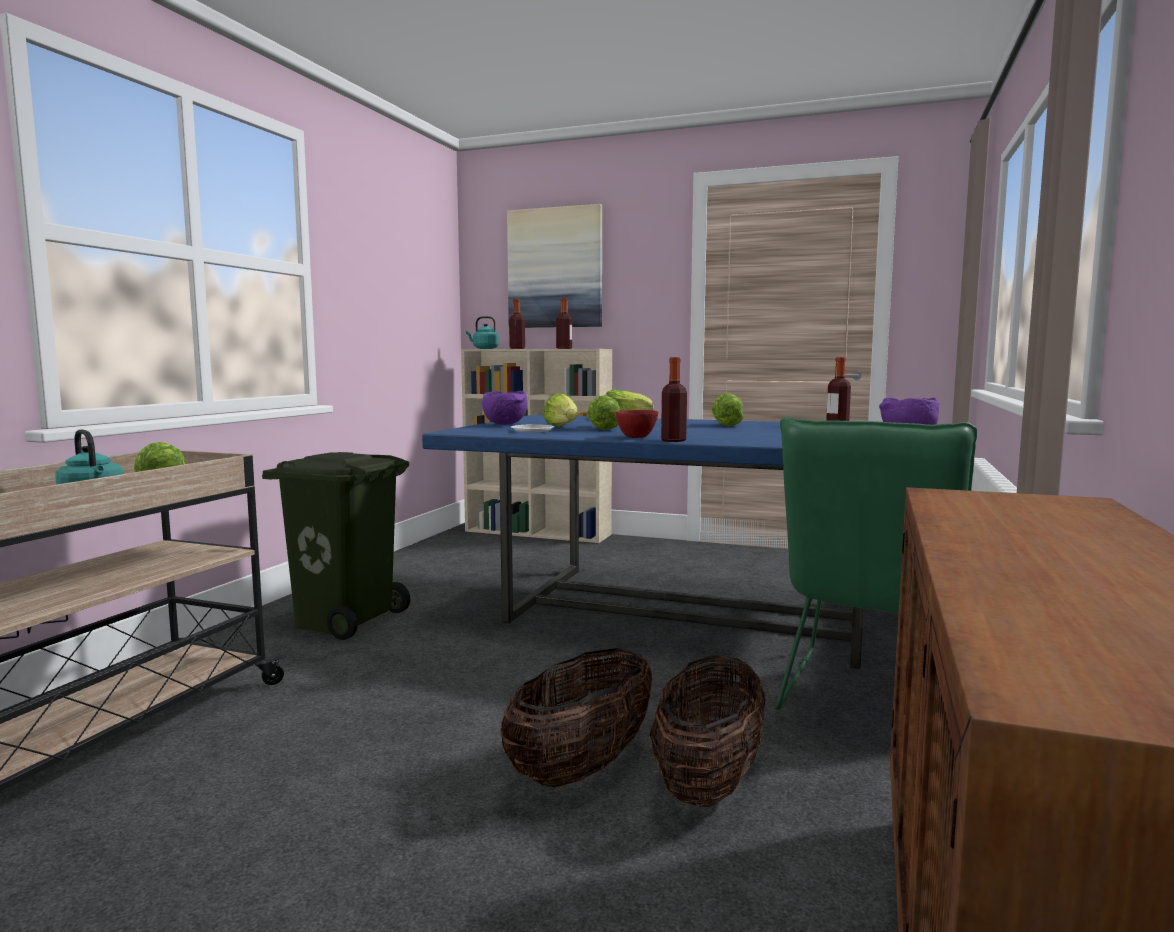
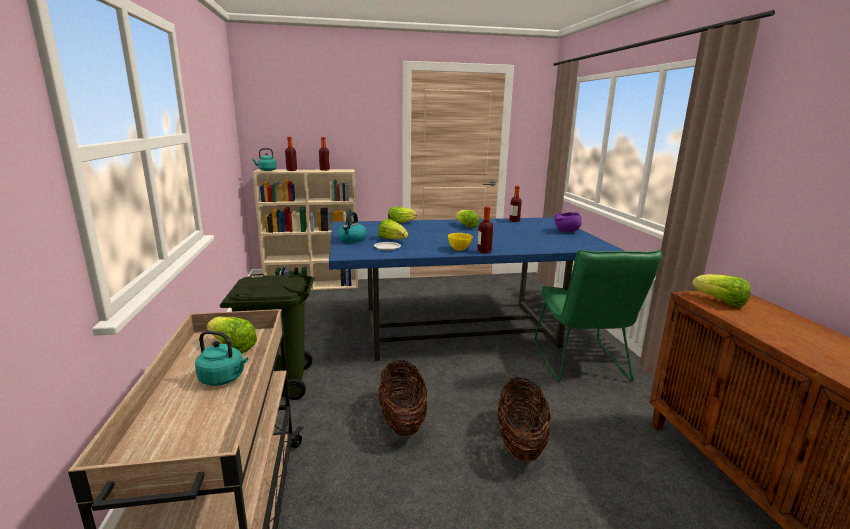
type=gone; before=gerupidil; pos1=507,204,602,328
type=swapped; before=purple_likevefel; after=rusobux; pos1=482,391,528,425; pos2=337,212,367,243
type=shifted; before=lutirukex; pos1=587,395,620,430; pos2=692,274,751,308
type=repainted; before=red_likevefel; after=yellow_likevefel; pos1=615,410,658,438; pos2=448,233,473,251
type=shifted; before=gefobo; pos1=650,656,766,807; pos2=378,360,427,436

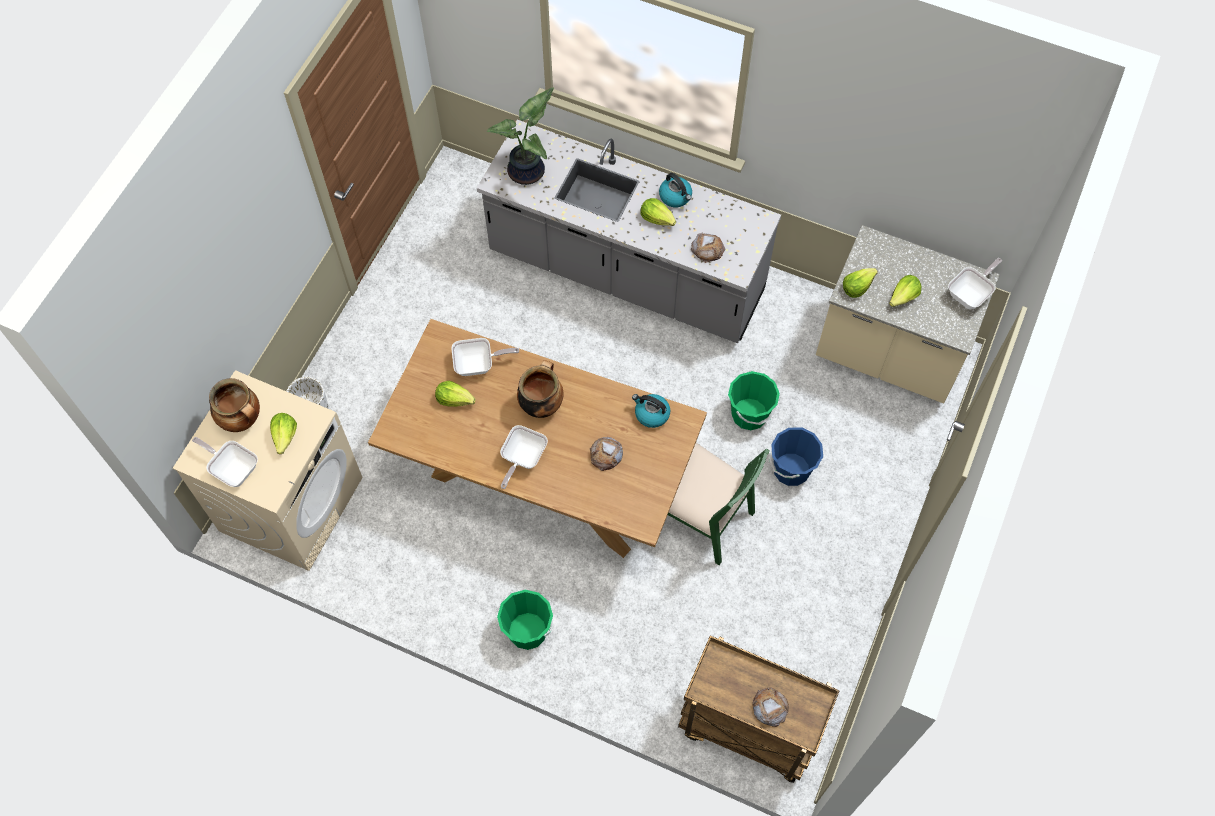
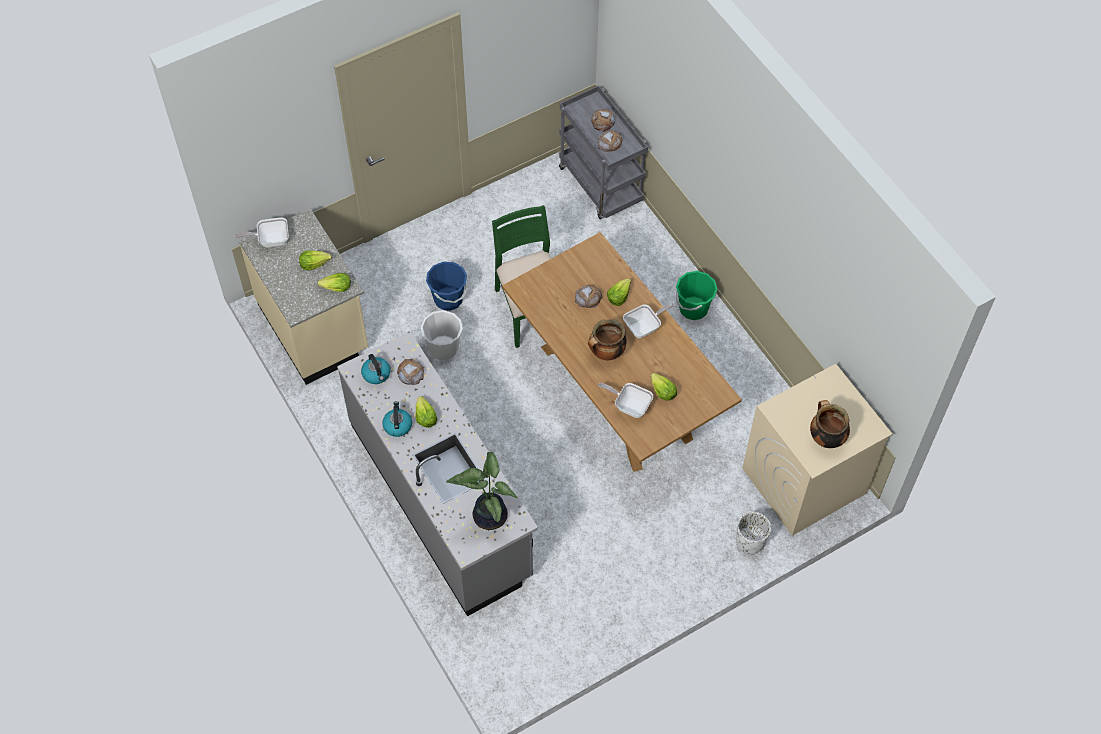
type=repainted; before=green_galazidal; after=white_galazidal; pos1=728,371,780,430; pos2=420,310,463,360
type=shifted; before=rusobux; pos1=632,394,670,428; pos2=361,354,390,384
type=shifted; before=lutirukex; pos1=270,413,297,454; pos2=607,278,631,306
type=gone; before=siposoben; pos1=192,437,258,487
type=repainted; before=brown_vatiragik; after=grey_vatiragik; pos1=678,636,840,783; pos2=559,85,648,219
type=new; after=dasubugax; pos2=598,130,623,152

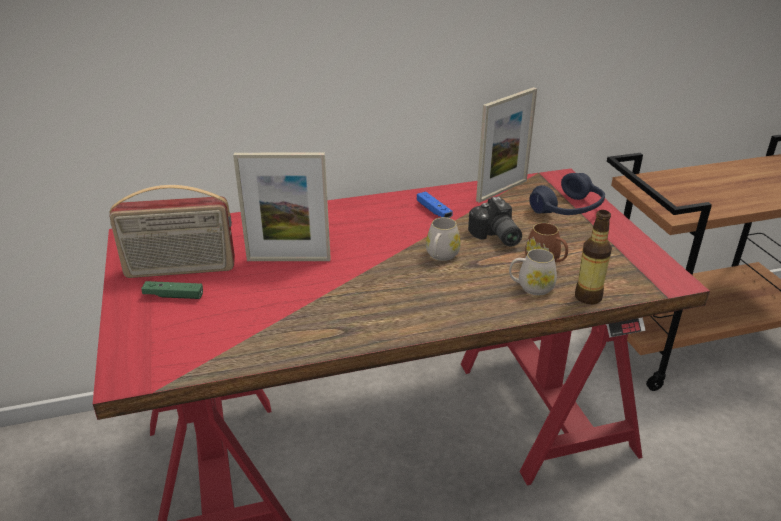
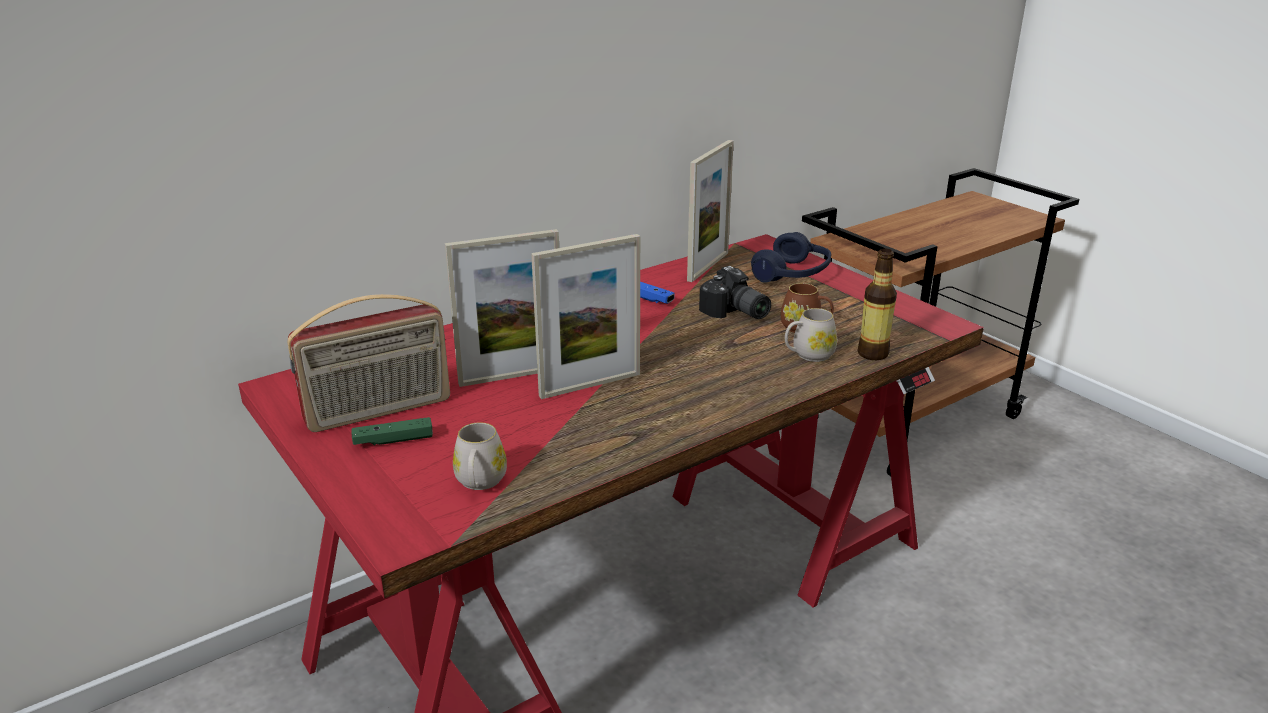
type=shifted; before=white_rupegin; pos1=426,217,461,261; pos2=453,422,507,490
type=new; after=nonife; pos2=531,234,640,399

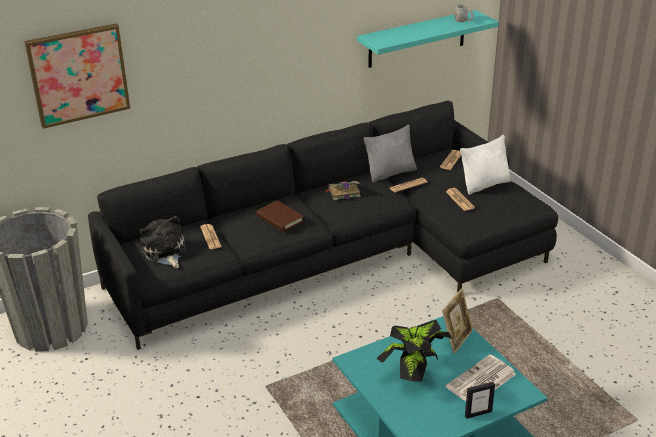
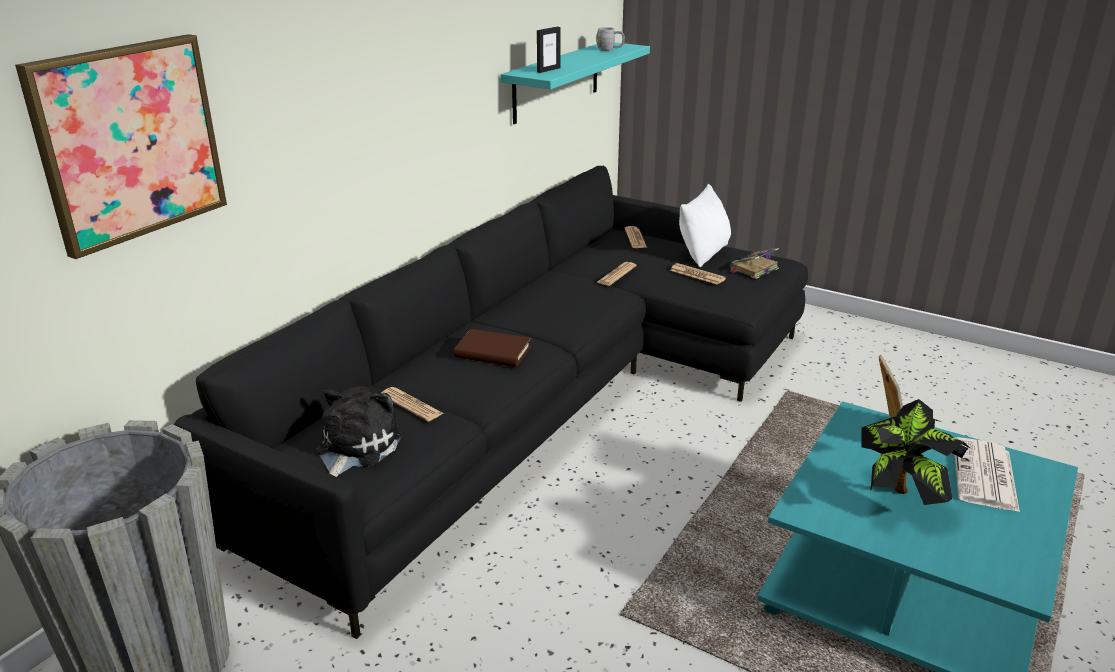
type=gone; before=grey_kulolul; pos1=364,124,417,182
type=shifted; before=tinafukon; pos1=324,181,361,200; pos2=730,248,779,279
type=rotated; before=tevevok; pos1=139,216,187,268; pos2=316,386,402,477; turn=75
type=shifted; before=nonife; pos1=465,382,495,419; pos2=537,27,560,73

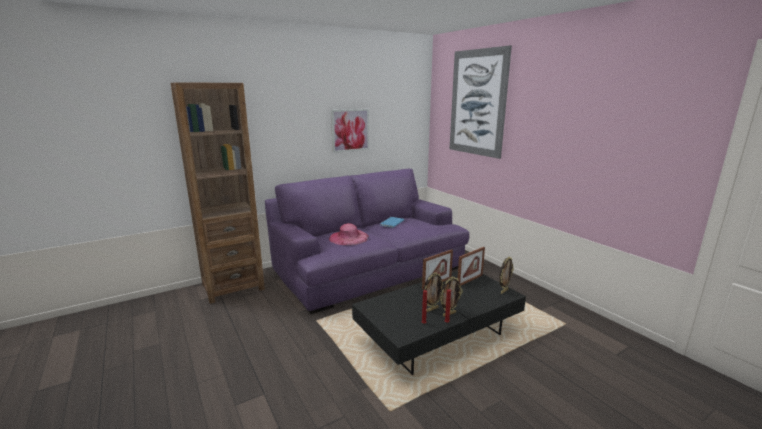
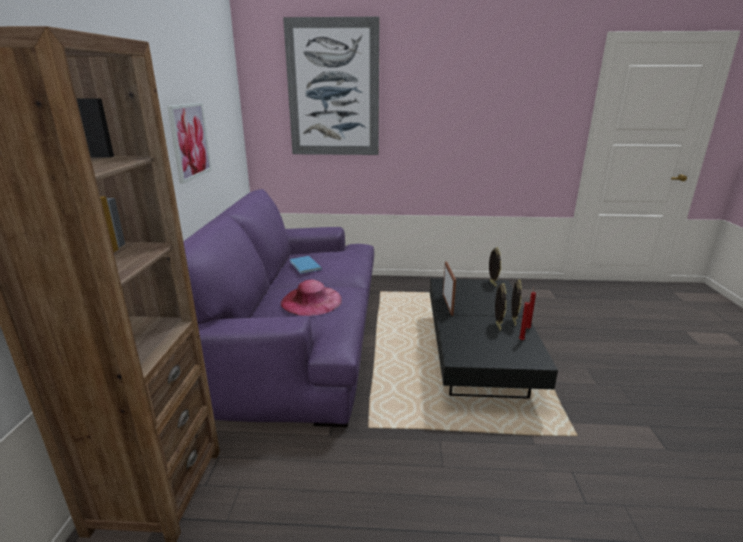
type=gone; before=nonife; pos1=458,247,485,285

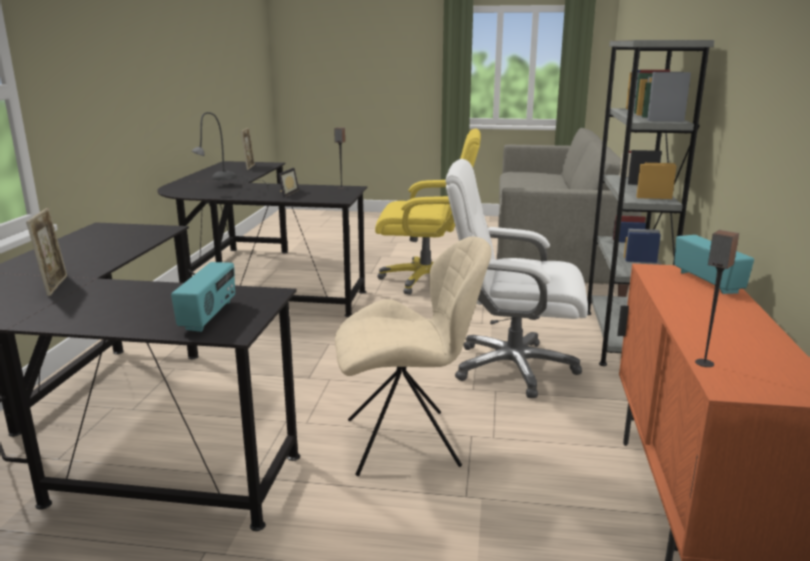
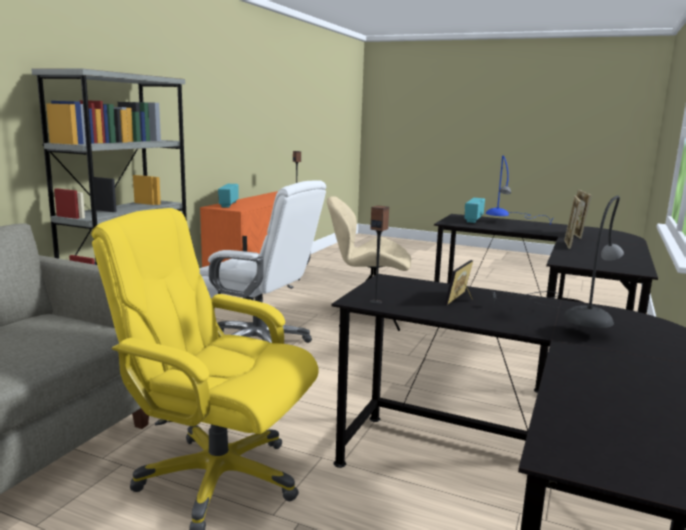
type=shifted; before=nonife; pos1=241,128,255,170; pos2=564,195,581,249
type=new; after=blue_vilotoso; pos2=486,156,553,225

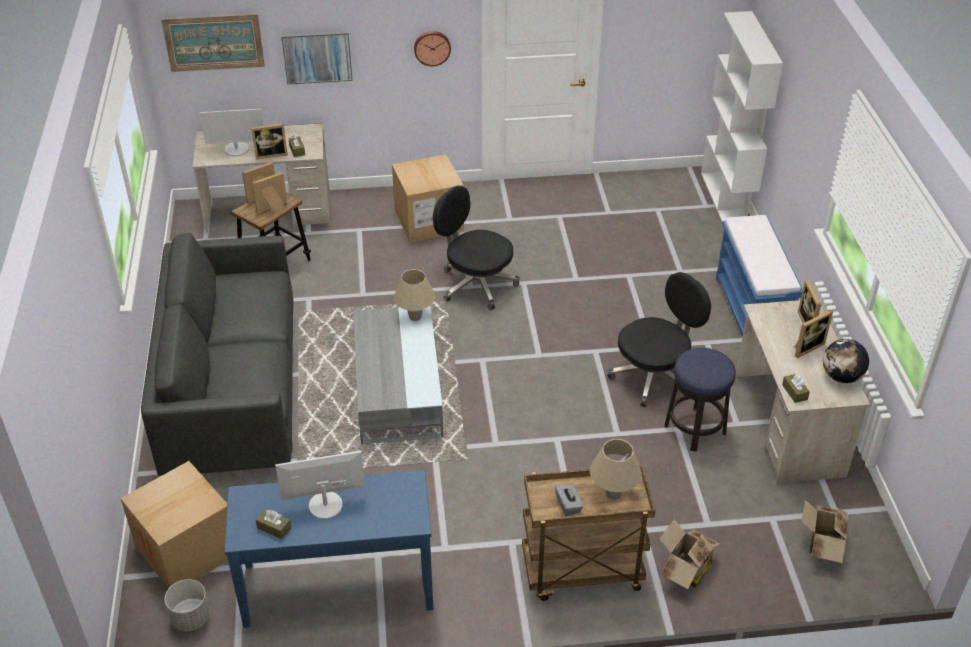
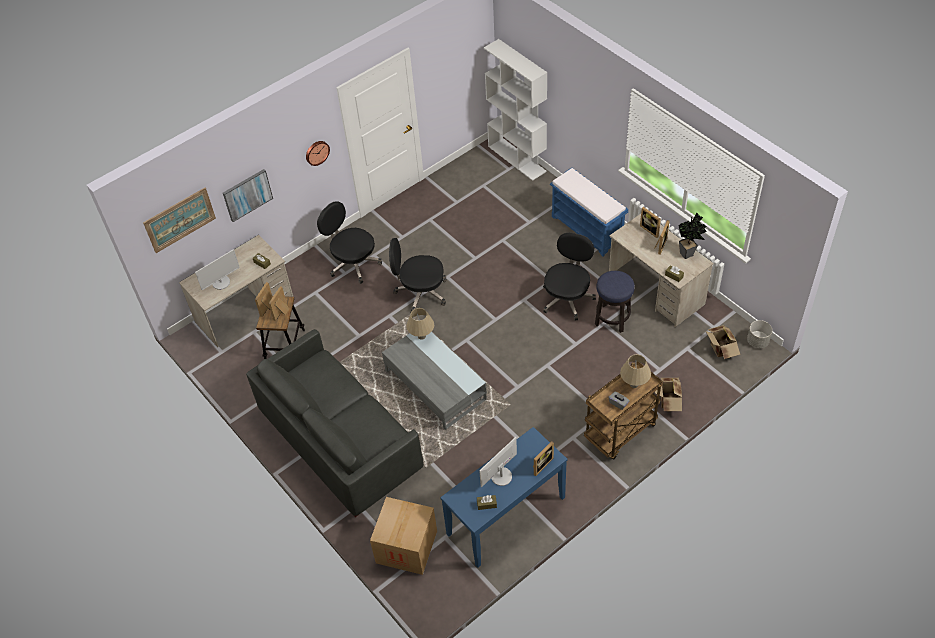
type=shifted; before=nonife; pos1=251,123,288,159; pos2=533,441,554,476
type=swapped; before=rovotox; after=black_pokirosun; pos1=392,154,464,242; pos2=317,201,382,284
type=swapped; before=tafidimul; after=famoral; pos1=823,339,869,383; pos2=678,213,707,259
type=shifted; before=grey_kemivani; pos1=165,579,210,631; pos2=747,320,772,348

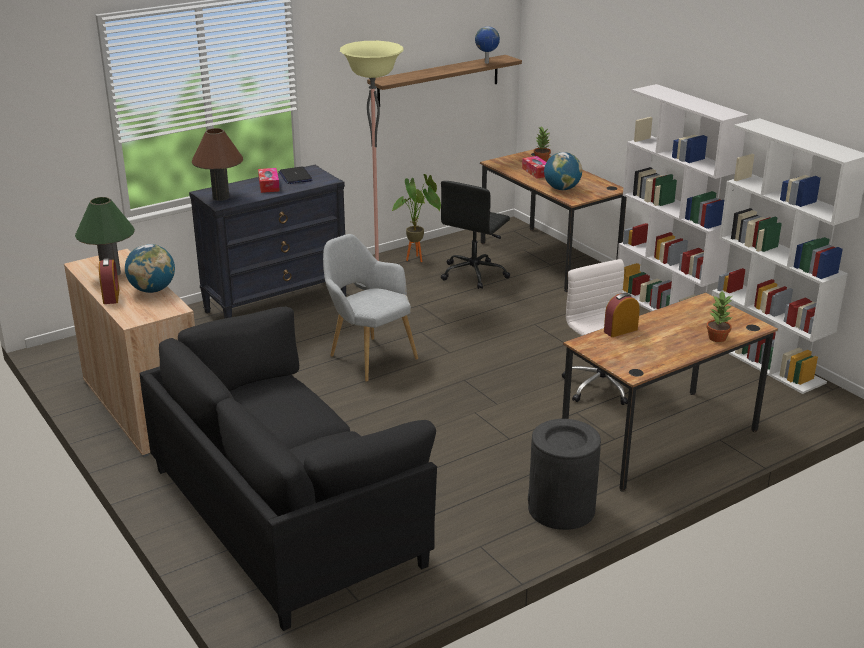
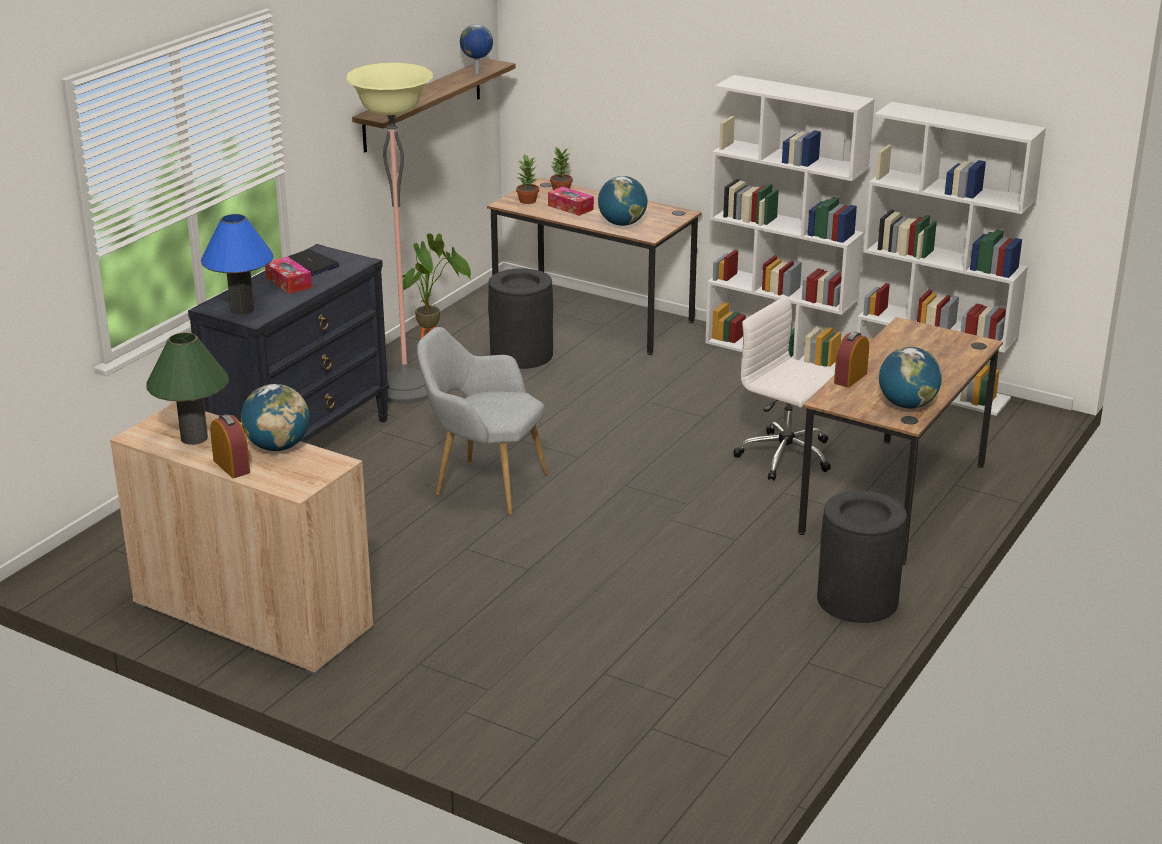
type=repainted; before=brown_vilotoso; after=blue_vilotoso; pos1=192,128,243,201; pos2=201,214,274,315
type=swapped; before=black_pokirosun; after=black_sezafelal; pos1=441,181,510,289; pos2=488,268,553,369
type=shifted; before=famoral; pos1=707,292,733,342; pos2=516,155,539,204
type=gone; before=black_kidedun; pos1=139,307,437,631
type=new; after=tafidimul; pos2=879,347,942,409

